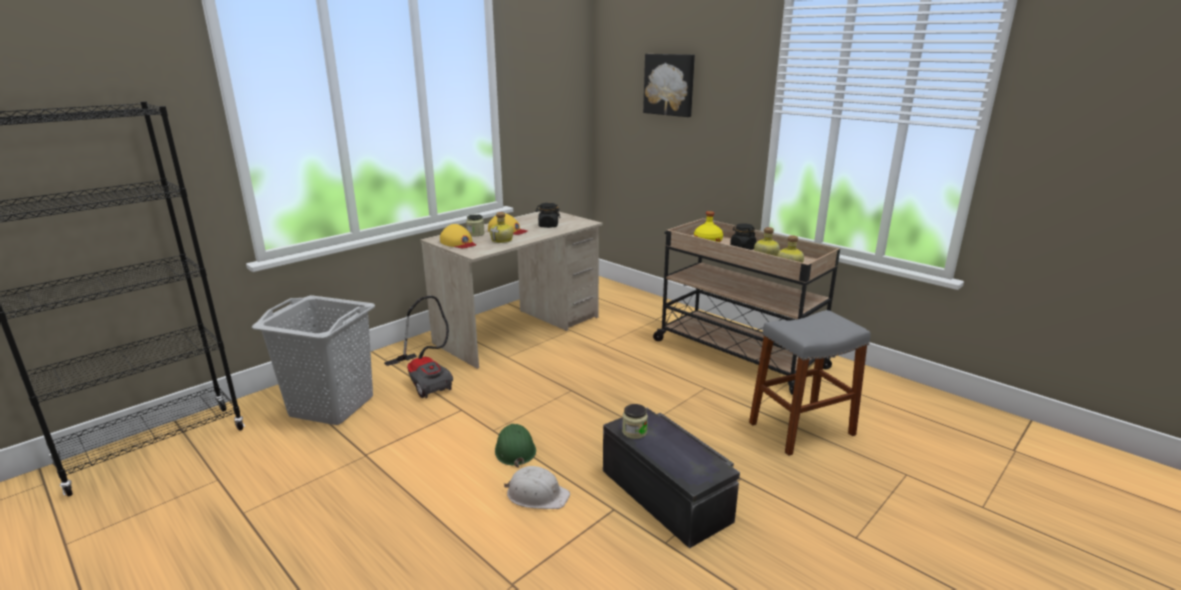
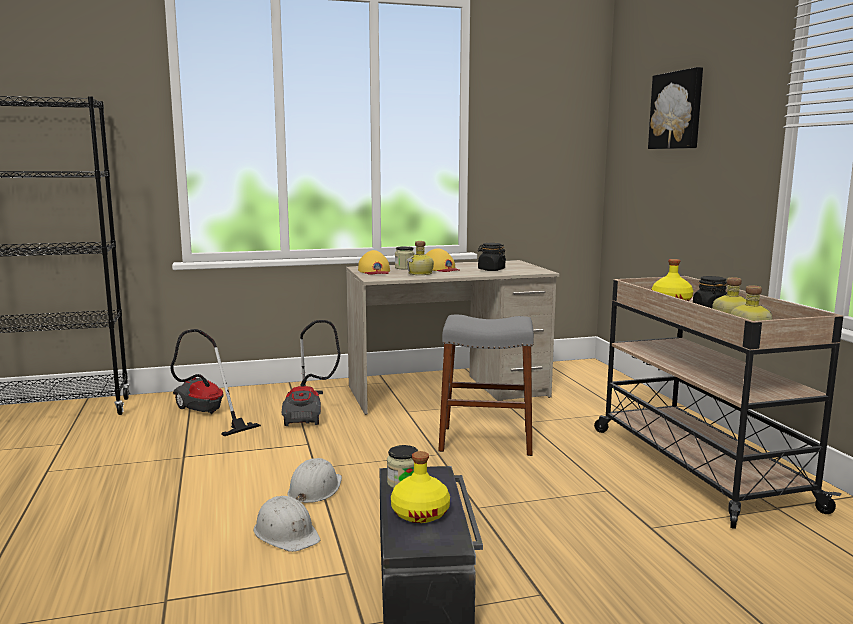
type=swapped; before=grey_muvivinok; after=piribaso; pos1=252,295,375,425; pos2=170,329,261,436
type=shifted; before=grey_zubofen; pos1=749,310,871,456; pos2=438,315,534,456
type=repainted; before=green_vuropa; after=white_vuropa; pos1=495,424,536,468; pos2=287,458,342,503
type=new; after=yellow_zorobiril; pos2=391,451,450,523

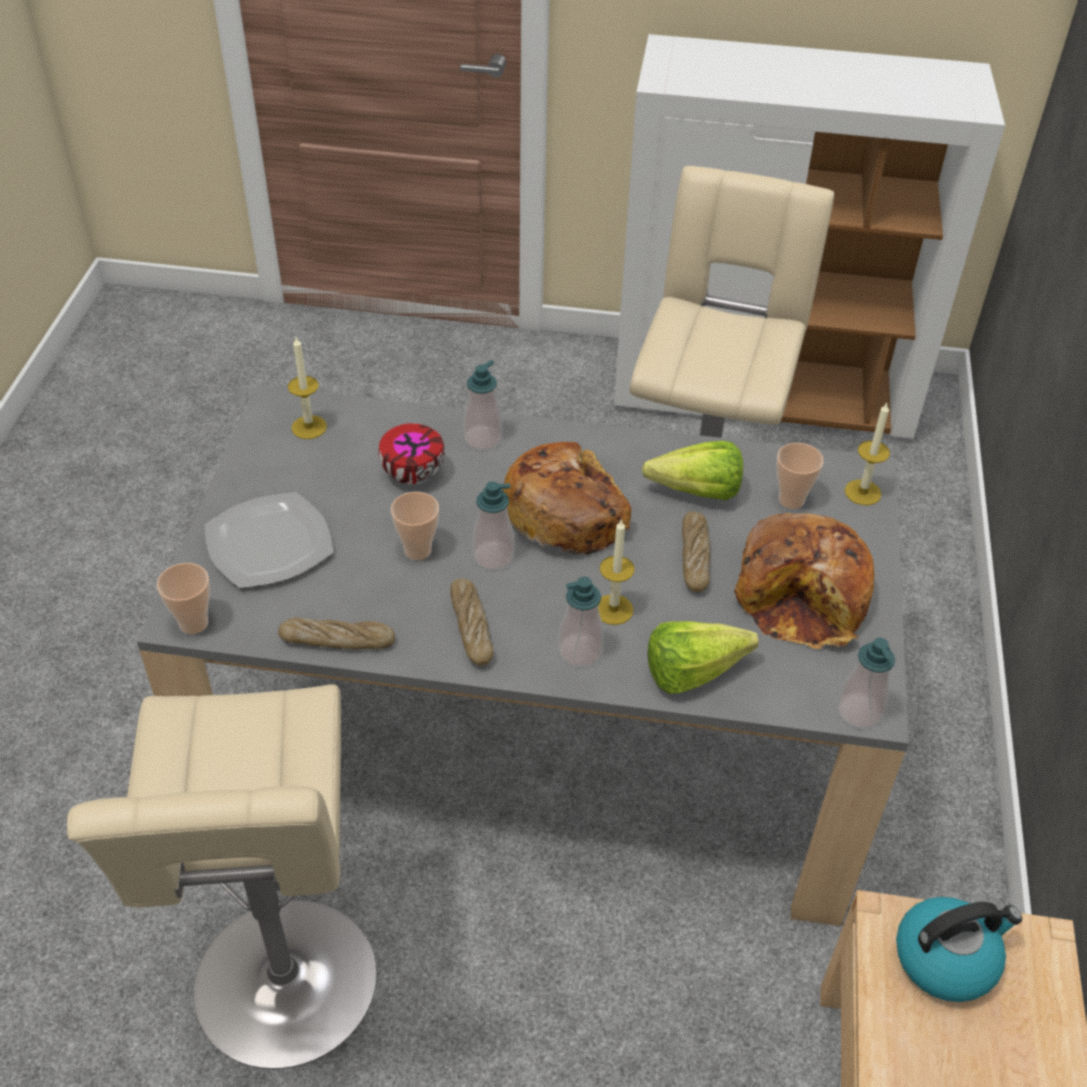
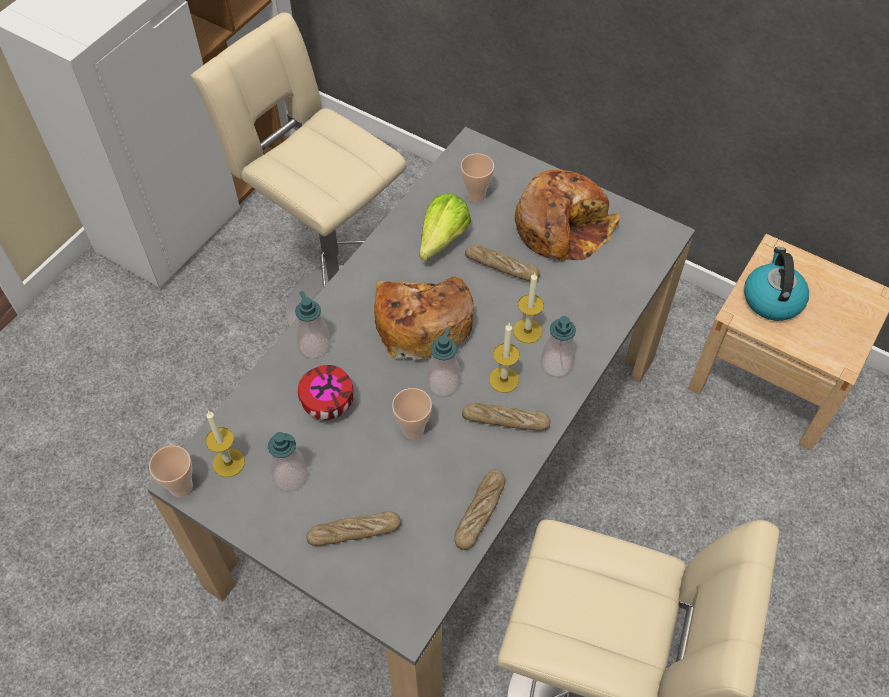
type=shifted; before=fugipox; pos1=845,403,890,505; pos2=489,324,520,393
type=swapped; before=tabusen; after=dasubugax; pos1=205,492,333,588; pos2=306,511,401,546
type=shifted; before=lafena; pos1=157,563,210,634; pos2=149,446,193,497
type=gone; before=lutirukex; pos1=648,621,758,694
type=shifted; before=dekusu; pos1=837,638,895,729; pos2=268,432,308,491

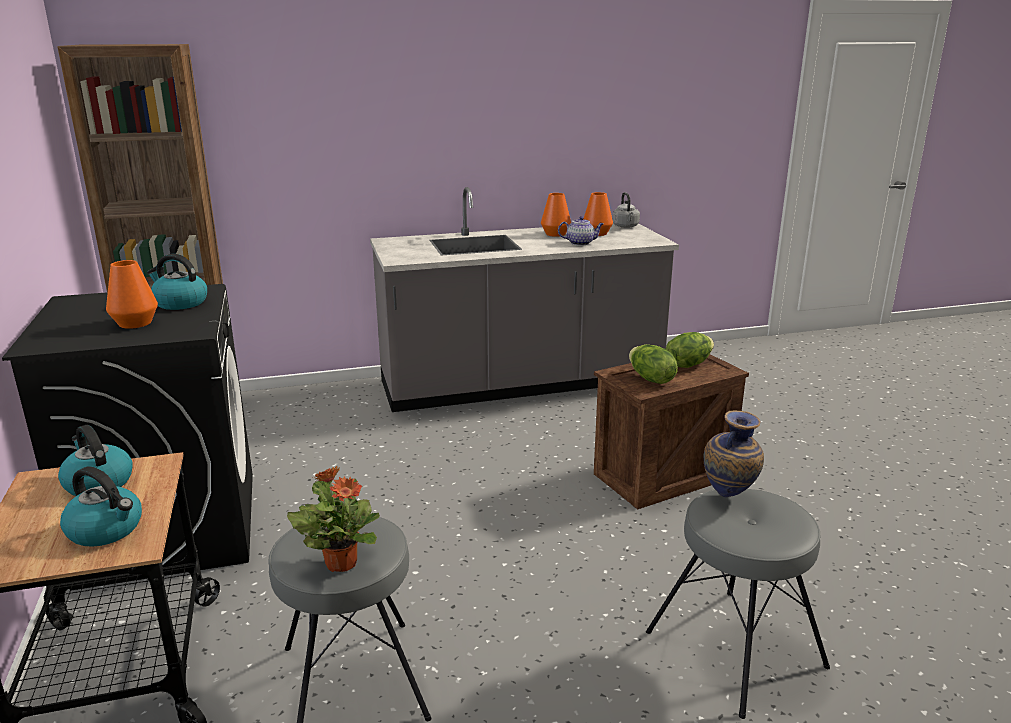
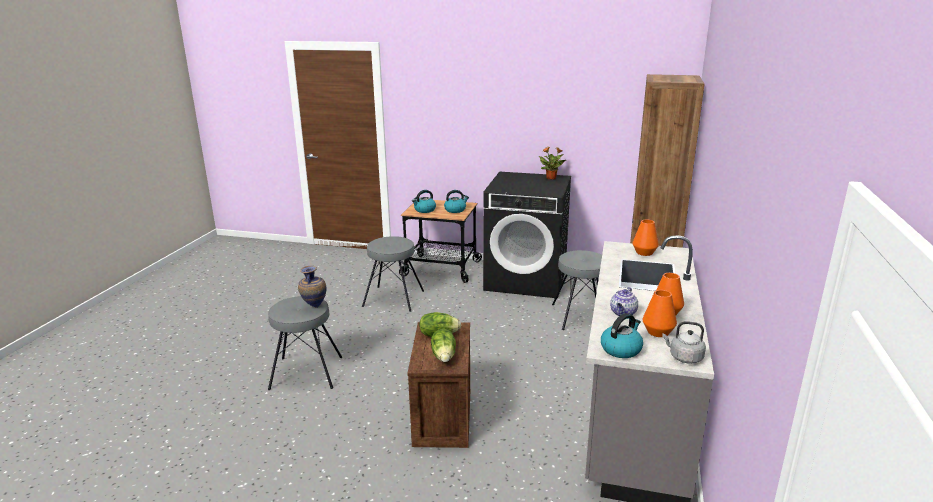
type=shifted; before=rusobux; pos1=147,254,207,310; pos2=601,313,643,358
type=shifted; before=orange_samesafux; pos1=106,260,158,329; pos2=632,219,659,256
type=shifted; before=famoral; pos1=287,466,380,572; pos2=538,147,566,180
type=new; after=grey_zubofen; pos2=552,250,602,330

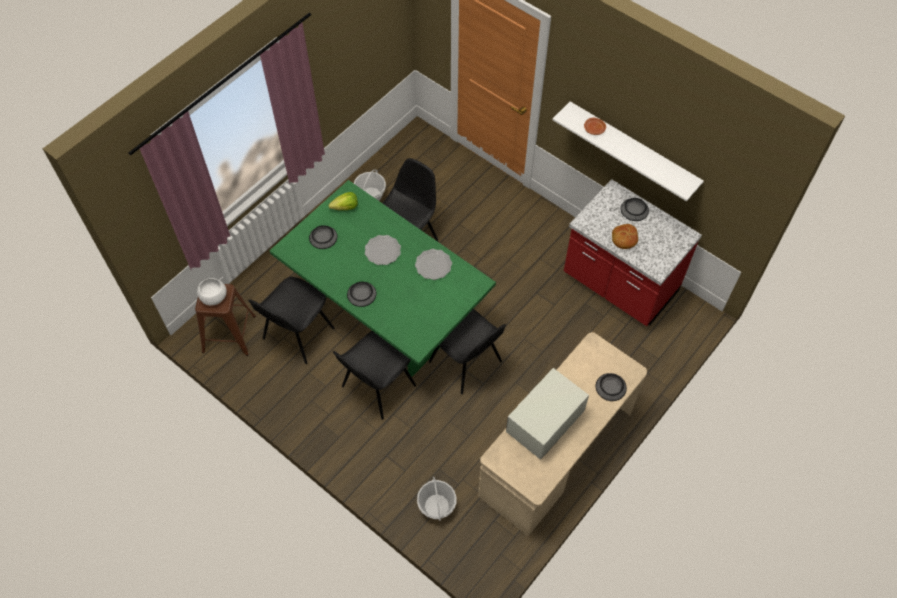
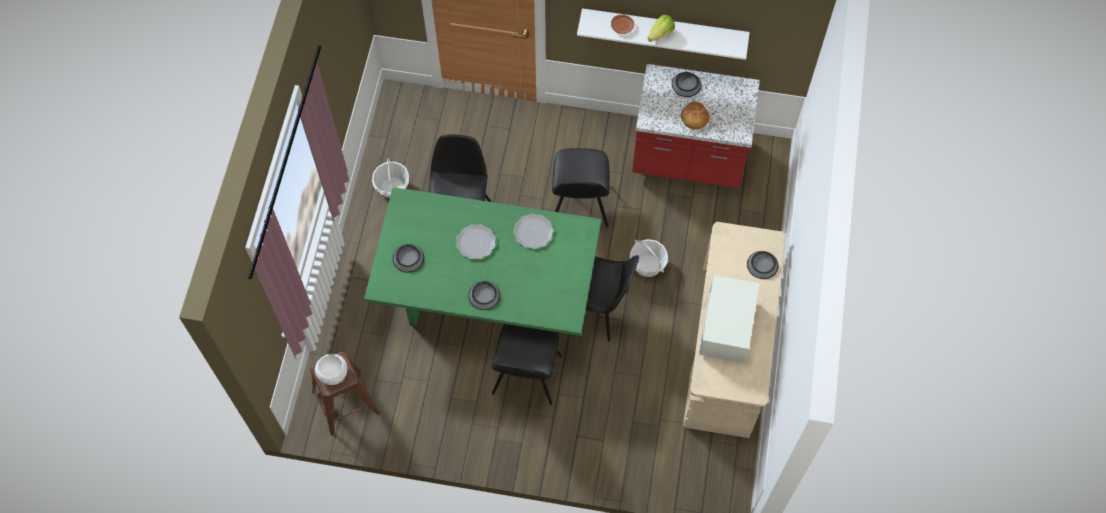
type=shifted; before=lutirukex; pos1=329,192,358,210; pos2=648,15,675,42
type=shifted; before=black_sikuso; pos1=248,277,335,364; pos2=552,148,610,228
type=shifted; before=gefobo; pos1=417,477,456,521; pos2=630,239,668,277

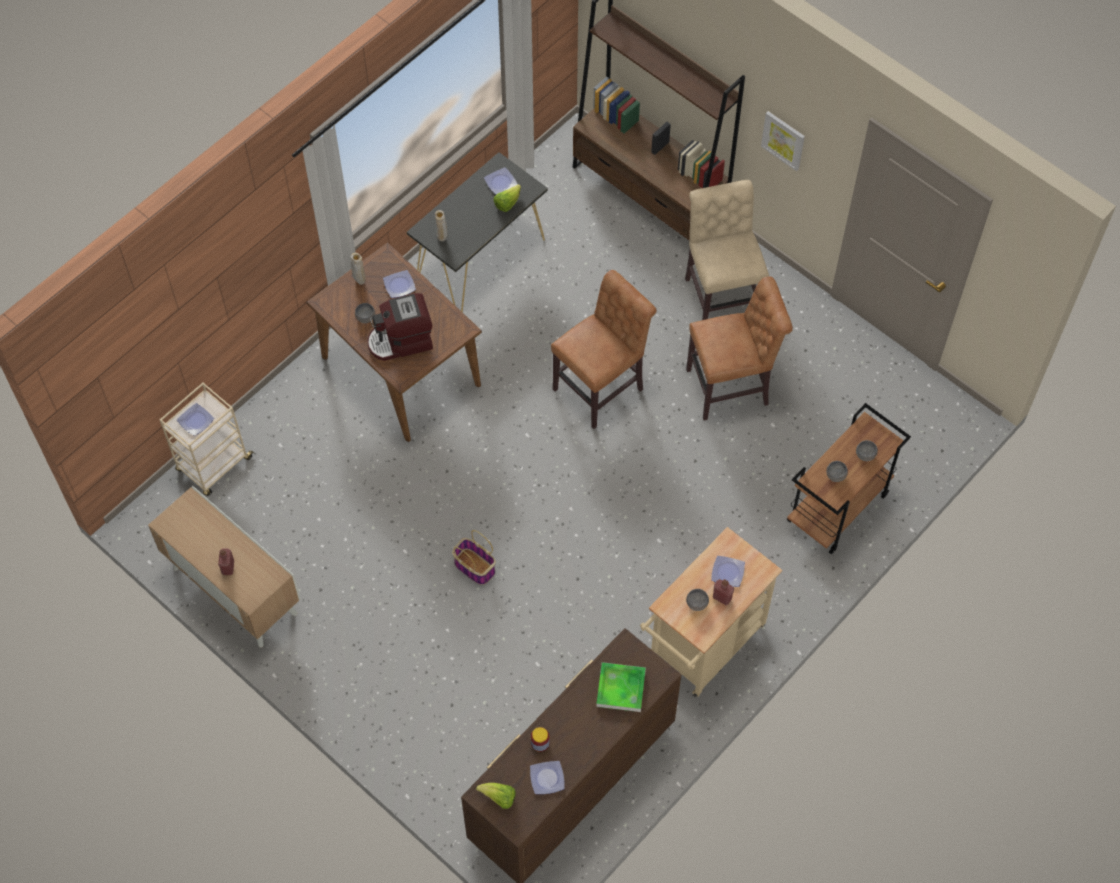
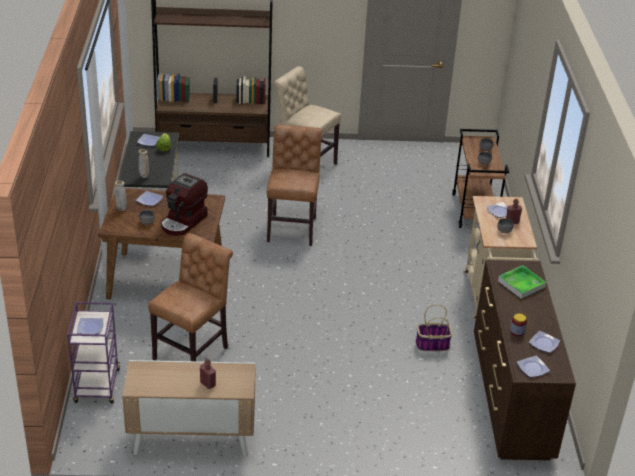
type=gone; before=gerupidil; pos1=761,111,805,171
type=shifted; before=brown_sikuso; pos1=686,276,793,420; pos2=148,233,233,361
type=repainted; before=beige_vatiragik; after=purple_vatiragik; pos1=160,383,254,496; pos2=67,302,120,403
type=shifted; before=gefobo; pos1=452,530,496,585; pos2=416,304,452,351
type=swapped; before=lutirukex; after=tabusen; pos1=476,783,516,809; pos2=517,356,550,377

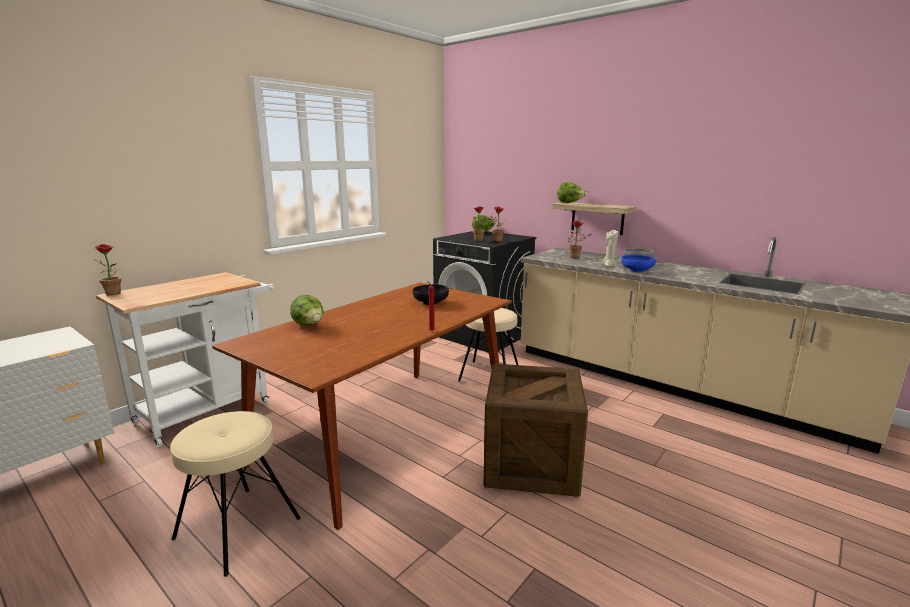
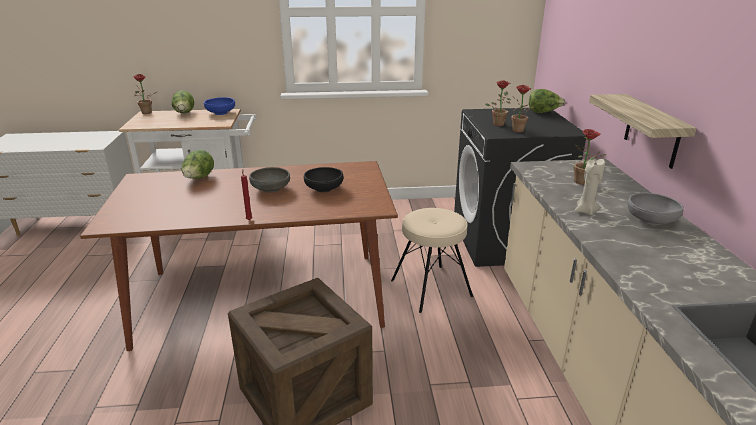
type=shifted; before=lutirukex; pos1=557,182,587,203; pos2=172,90,194,113
type=shifted; before=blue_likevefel; pos1=621,255,656,272; pos2=204,97,235,115
type=gone; before=beige_zubofen; pos1=170,411,301,577
type=new; after=grey_likevefel; pos2=249,167,290,193

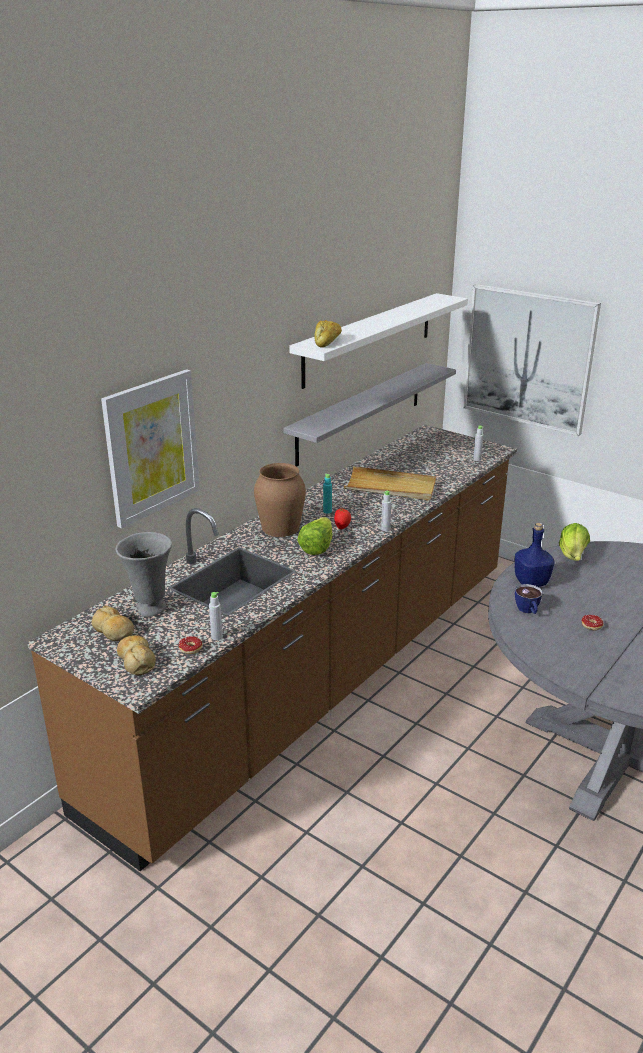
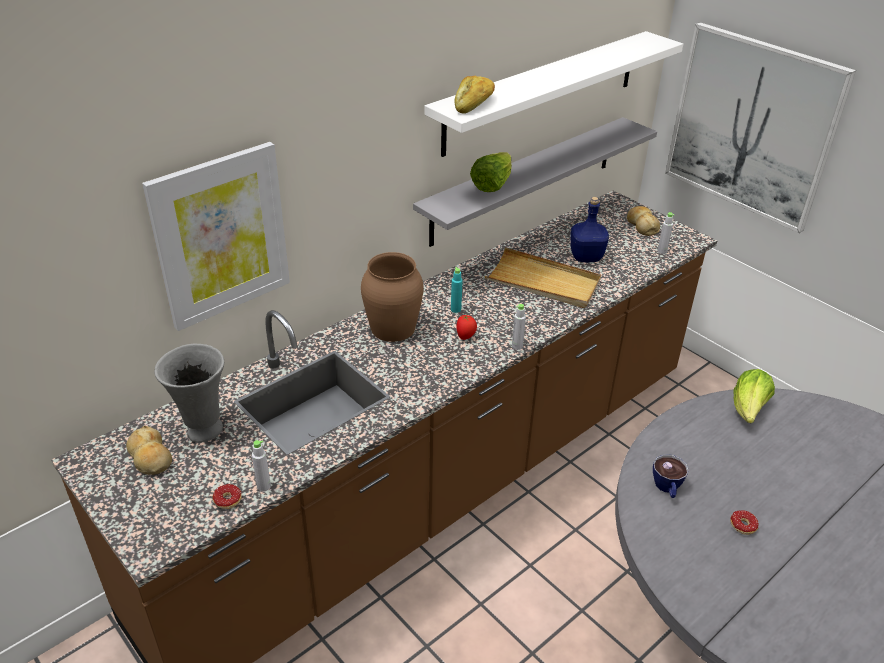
type=shifted; before=lutirukex; pos1=297,517,332,555; pos2=470,152,512,192
type=shifted; before=blue_zorobiril; pos1=515,523,554,587; pos2=570,197,609,262
type=shifted; before=dasubugax; pos1=117,635,156,675; pos2=627,206,660,236

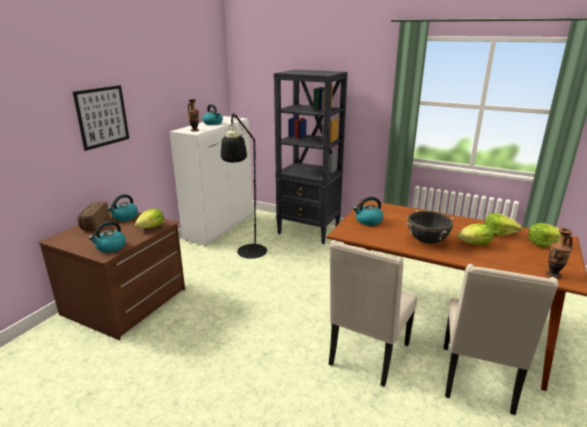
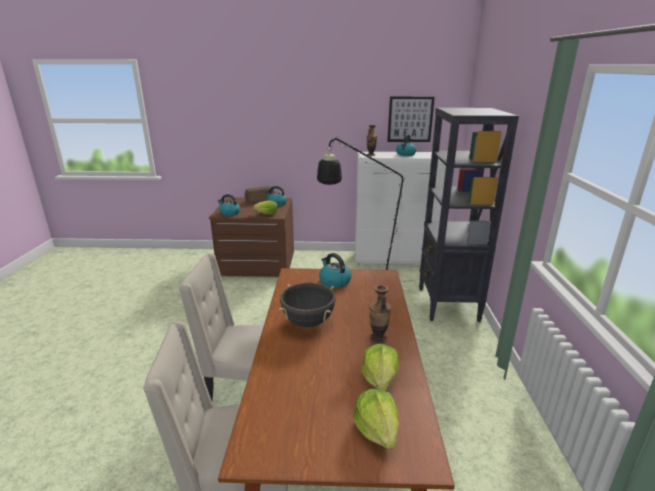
type=shifted; before=gerupidil; pos1=73,85,129,151; pos2=387,97,435,142
type=gone; before=lutirukex; pos1=457,223,493,245
type=shifted; before=samesafux; pos1=546,228,573,279; pos2=369,285,391,343

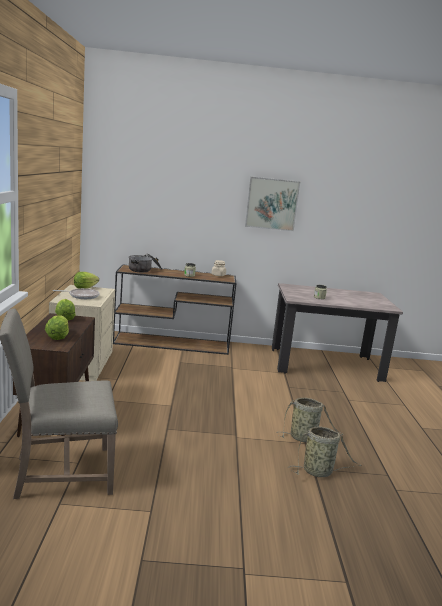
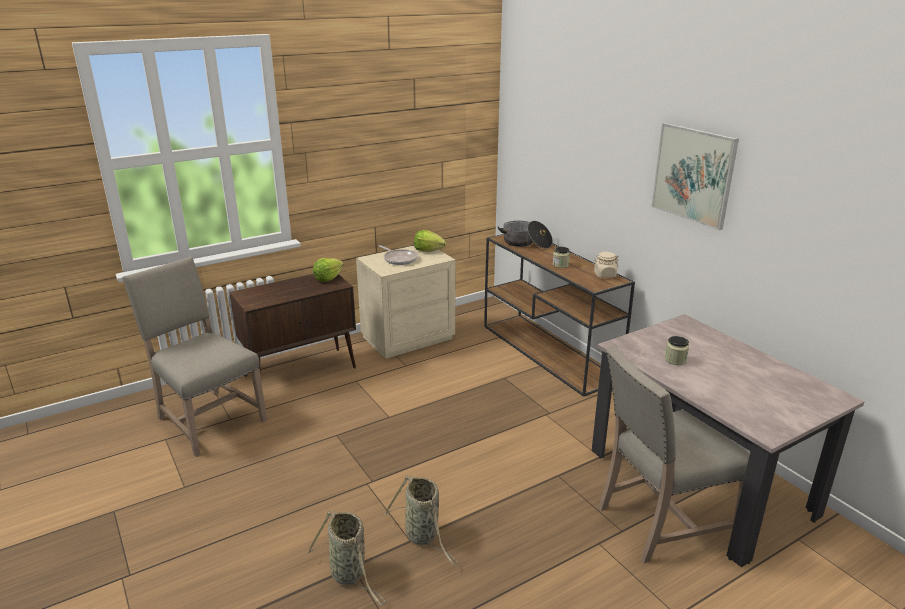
type=gone; before=lutirukex; pos1=45,315,69,340
type=new; after=beige_sikuso; pos2=598,347,750,563

